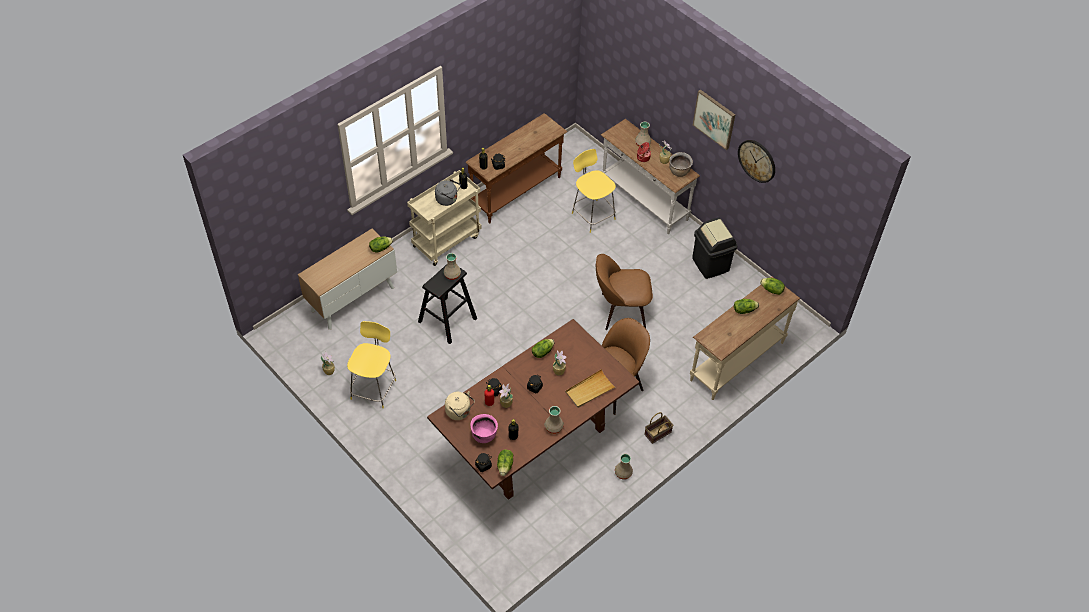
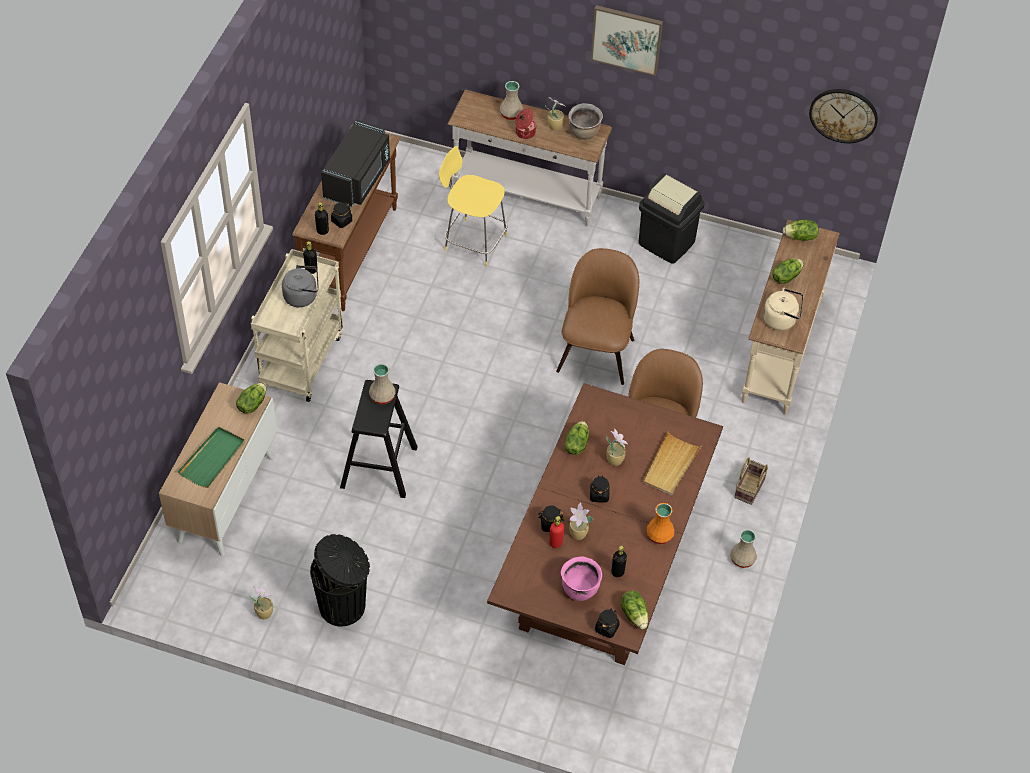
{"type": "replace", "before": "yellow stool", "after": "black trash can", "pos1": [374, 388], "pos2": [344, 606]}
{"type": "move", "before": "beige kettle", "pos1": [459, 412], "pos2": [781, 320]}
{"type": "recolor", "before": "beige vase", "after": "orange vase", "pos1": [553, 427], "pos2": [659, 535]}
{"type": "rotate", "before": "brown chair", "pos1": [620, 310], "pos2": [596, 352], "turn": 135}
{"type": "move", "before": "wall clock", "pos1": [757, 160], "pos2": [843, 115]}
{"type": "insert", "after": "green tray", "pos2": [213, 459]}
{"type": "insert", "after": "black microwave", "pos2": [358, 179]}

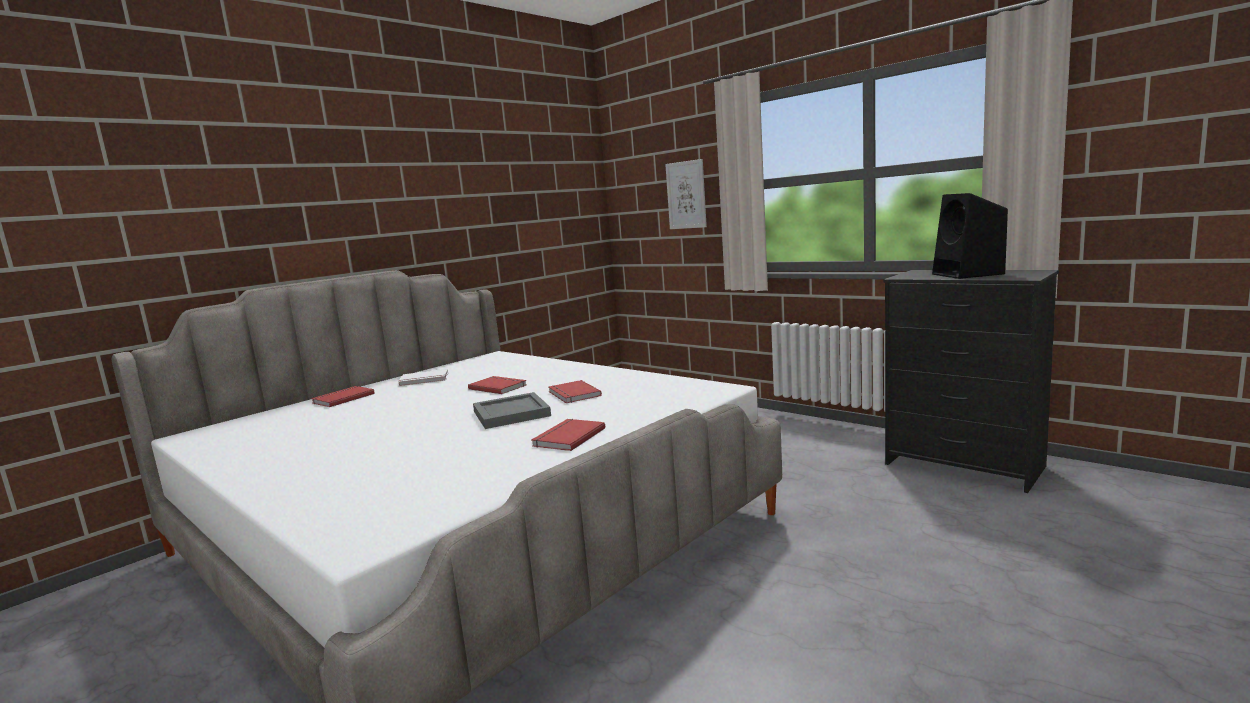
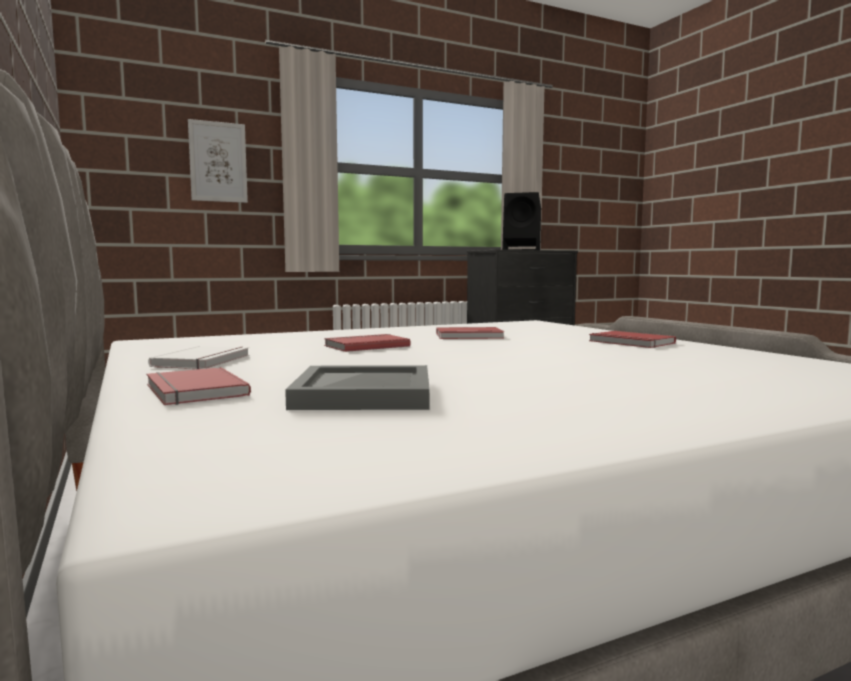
{"type": "move", "before": "grey tray", "pos1": [510, 414], "pos2": [366, 395]}

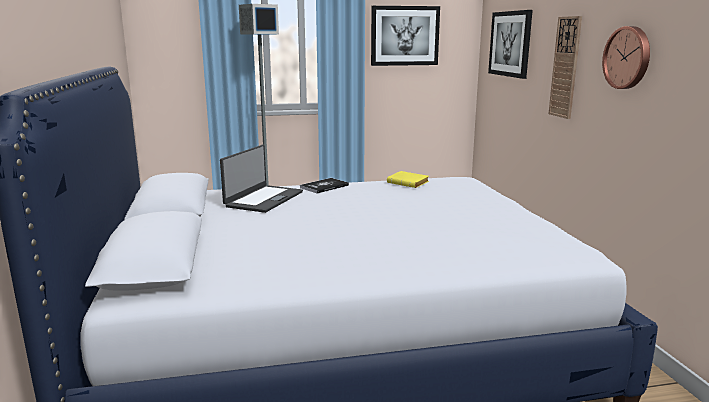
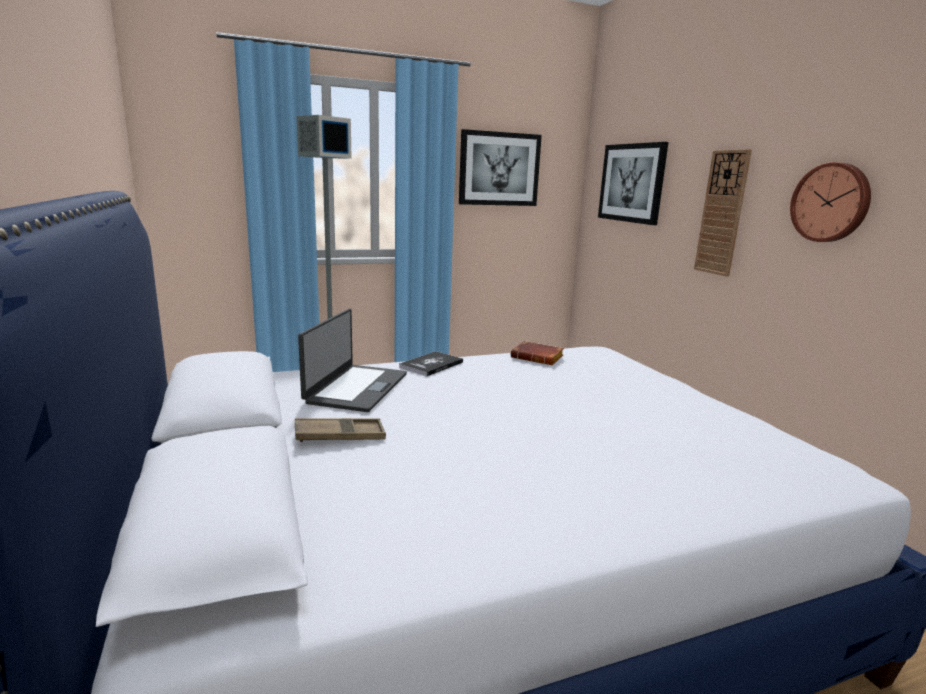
{"type": "recolor", "before": "yellow book", "after": "brown book", "pos1": [409, 183], "pos2": [538, 358]}
{"type": "insert", "after": "brown tray", "pos2": [340, 436]}

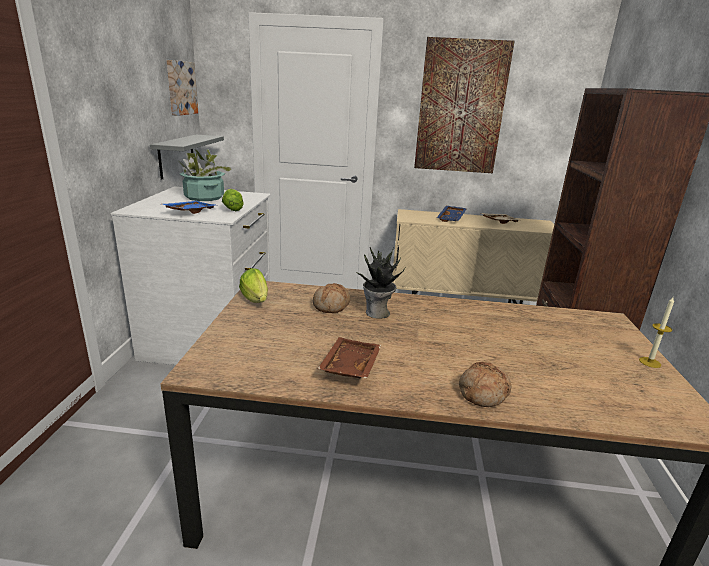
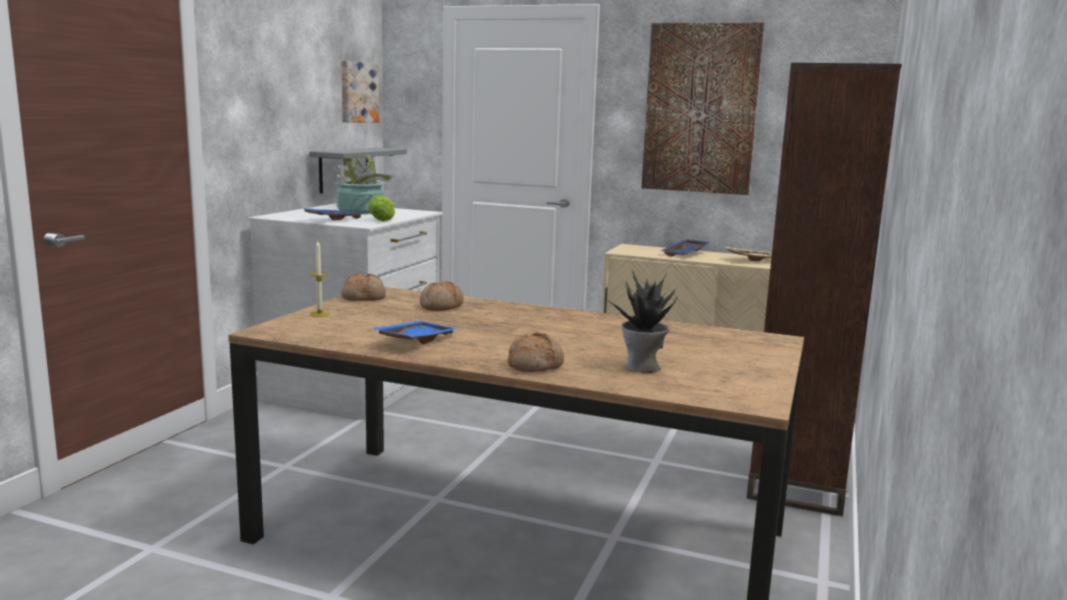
{"type": "replace", "before": "lettuce", "after": "bread", "pos1": [256, 299], "pos2": [364, 297]}
{"type": "recolor", "before": "brown tray", "after": "blue tray", "pos1": [349, 366], "pos2": [415, 340]}
{"type": "move", "before": "potted plant", "pos1": [377, 313], "pos2": [642, 368]}
{"type": "move", "before": "candle", "pos1": [650, 362], "pos2": [319, 314]}

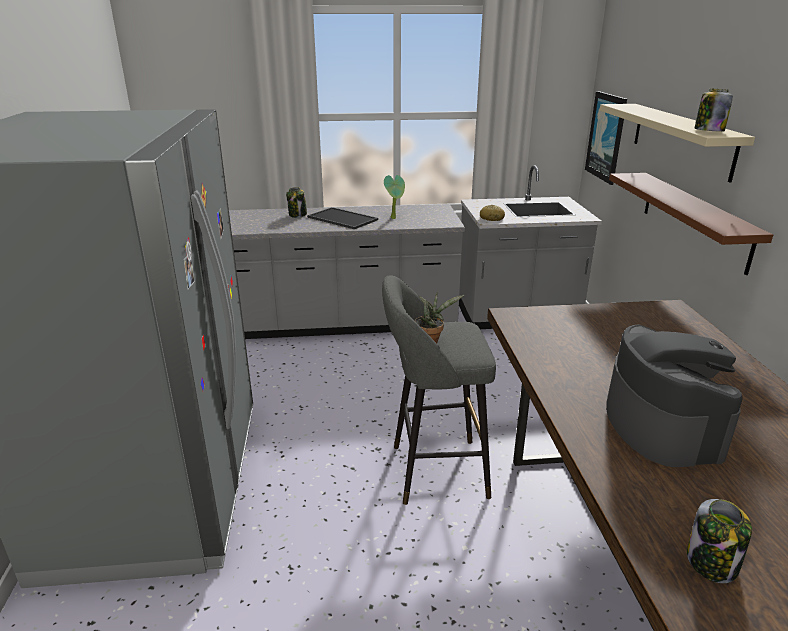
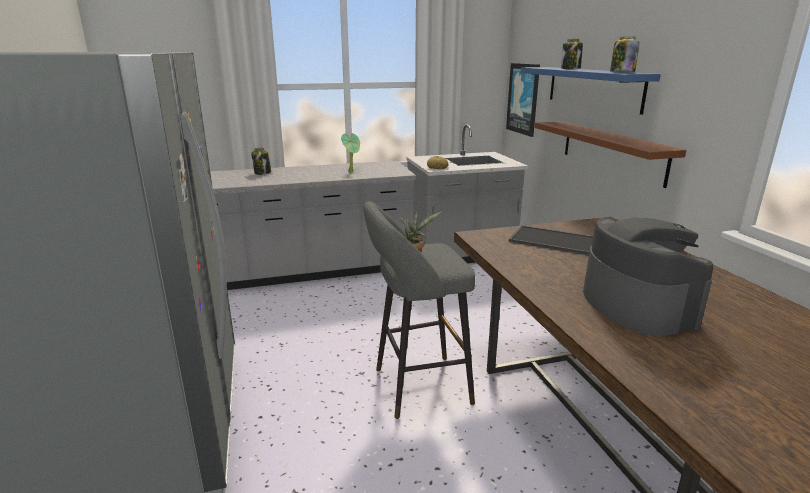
{"type": "move", "before": "tray", "pos1": [341, 218], "pos2": [553, 241]}
{"type": "recolor", "before": "beige shelf", "after": "blue shelf", "pos1": [681, 139], "pos2": [593, 88]}
{"type": "move", "before": "jar", "pos1": [712, 563], "pos2": [570, 69]}

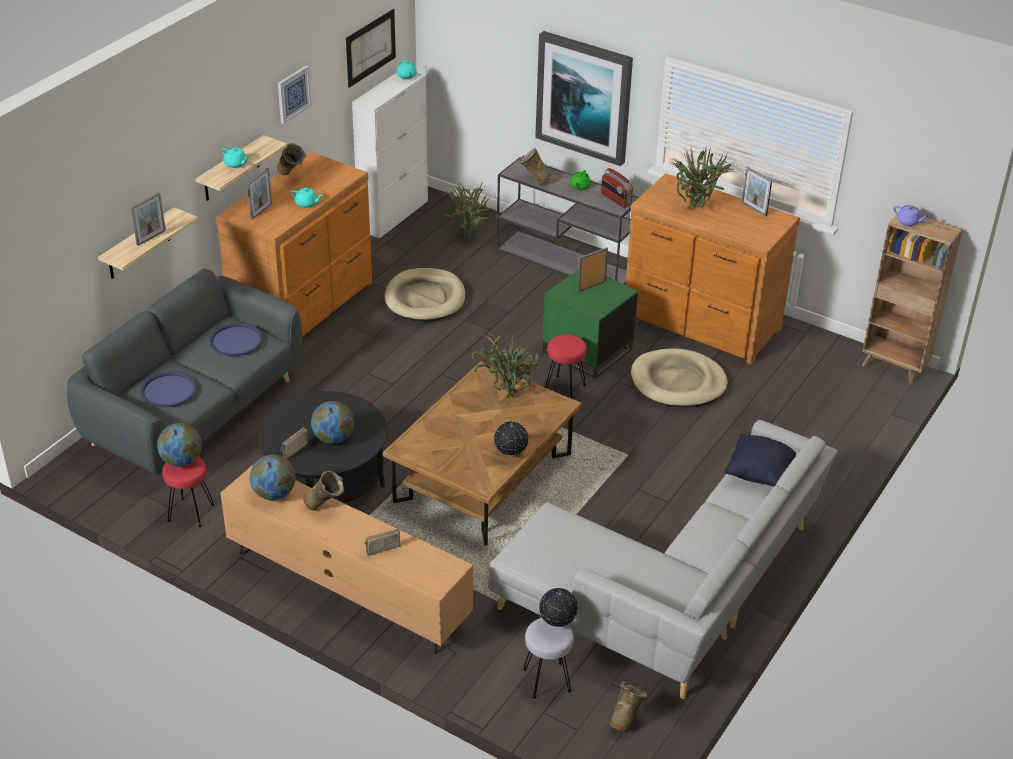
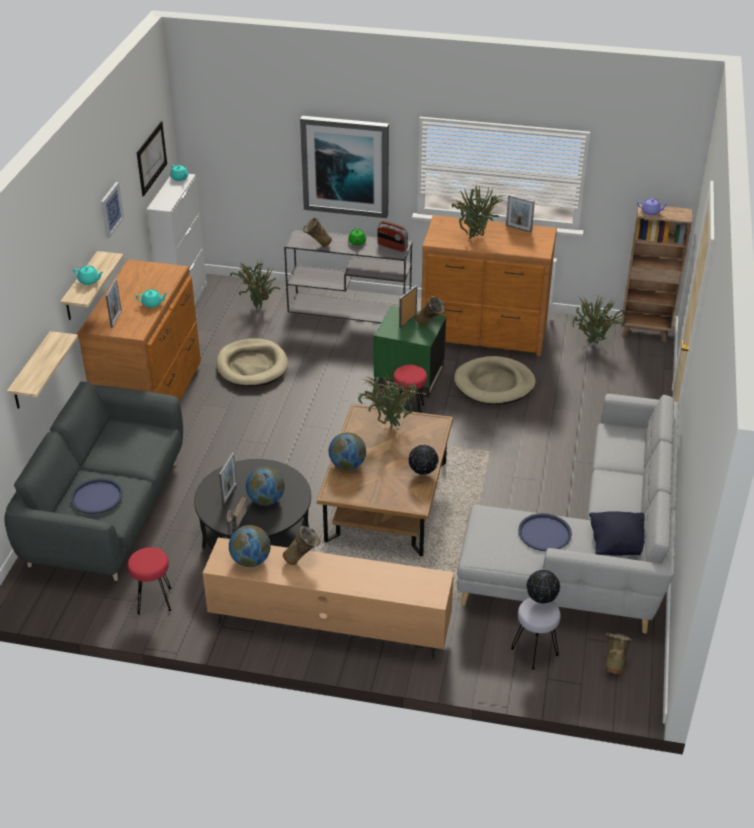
{"type": "move", "before": "picture frame", "pos1": [151, 237], "pos2": [229, 494]}
{"type": "move", "before": "globe", "pos1": [181, 461], "pos2": [347, 465]}
{"type": "move", "before": "blue tray", "pos1": [236, 340], "pos2": [544, 533]}
{"type": "move", "before": "beige vase", "pos1": [291, 177], "pos2": [430, 325]}
{"type": "delete", "before": "radio", "pos1": [380, 547]}
{"type": "move", "before": "black pillow", "pos1": [759, 473], "pos2": [618, 545]}
{"type": "insert", "after": "potted plant", "pos2": [593, 345]}

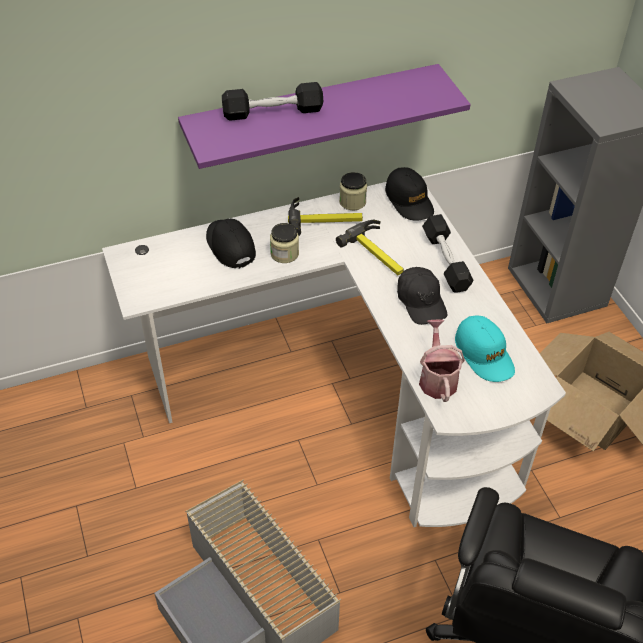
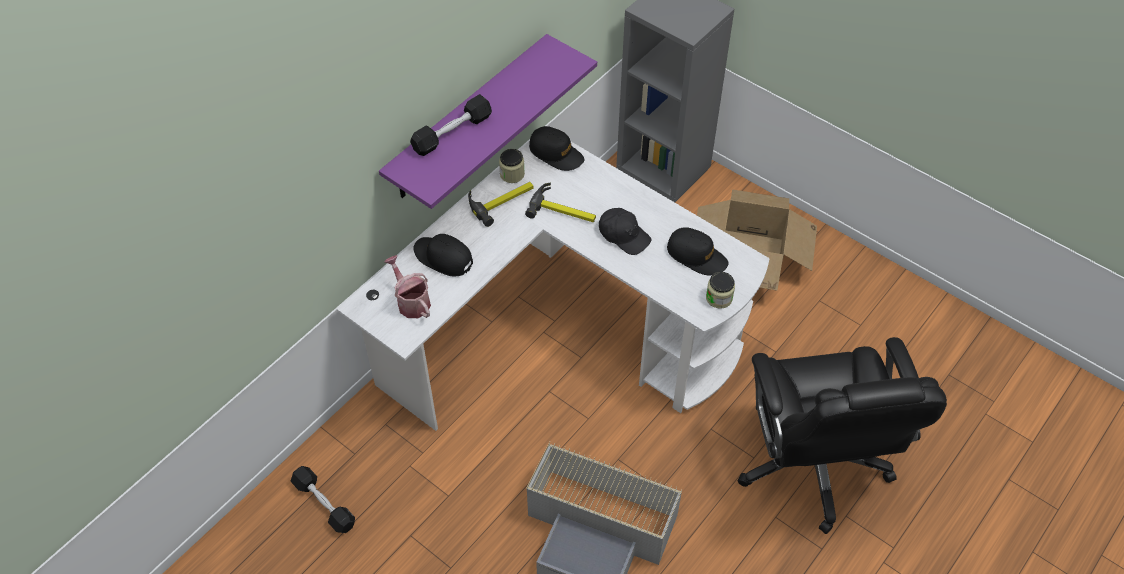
{"type": "move", "before": "jar", "pos1": [284, 253], "pos2": [719, 298]}
{"type": "move", "before": "watering can", "pos1": [437, 378], "pos2": [411, 301]}
{"type": "move", "before": "black dumbbell", "pos1": [446, 261], "pos2": [324, 504]}
{"type": "recolor", "before": "turquoise cap", "after": "black cap", "pos1": [484, 354], "pos2": [697, 256]}

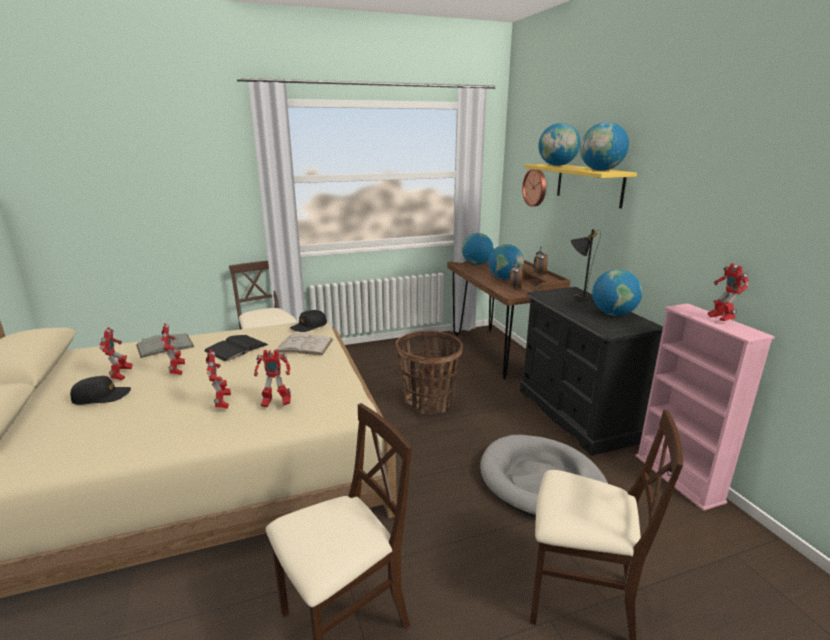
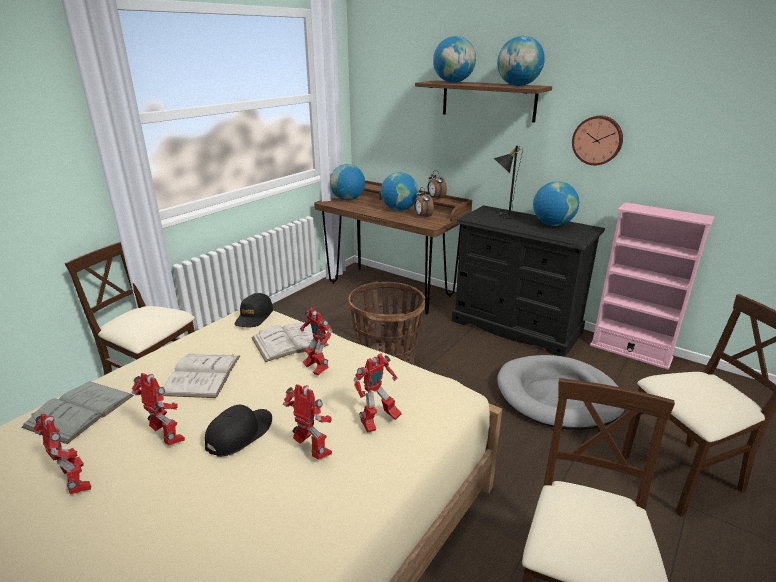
{"type": "move", "before": "black cap", "pos1": [101, 397], "pos2": [239, 434]}
{"type": "recolor", "before": "black book", "after": "white book", "pos1": [236, 348], "pos2": [202, 375]}
{"type": "move", "before": "wall clock", "pos1": [535, 187], "pos2": [597, 140]}
{"type": "recolor", "before": "yellow shelf", "after": "brown shelf", "pos1": [589, 184], "pos2": [488, 100]}
{"type": "move", "before": "toy robot", "pos1": [720, 319], "pos2": [316, 368]}

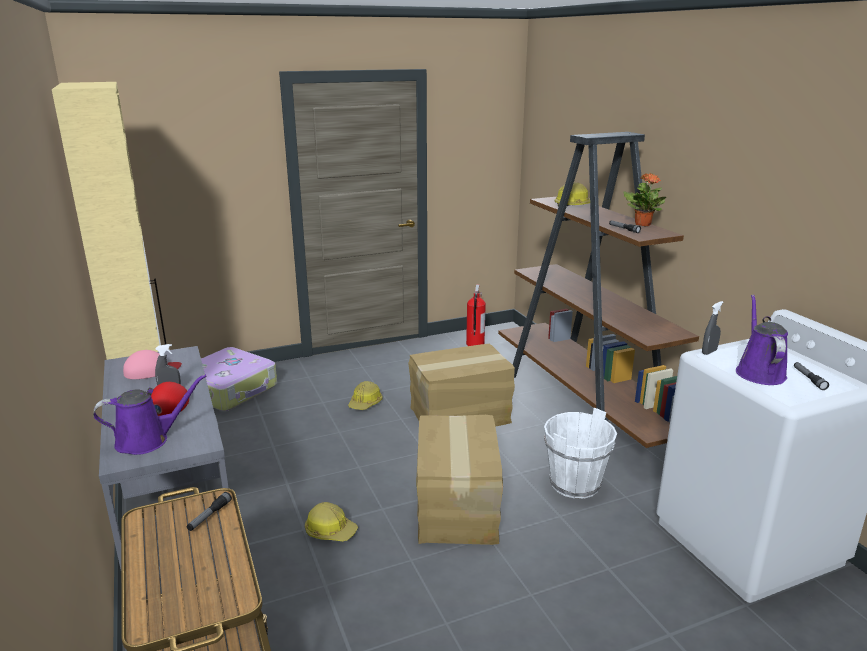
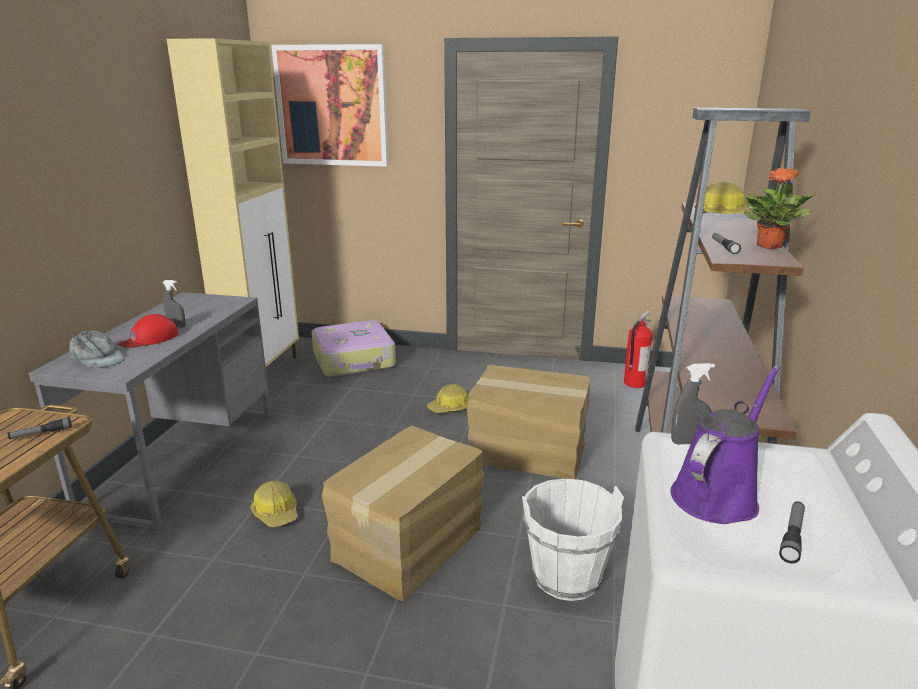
{"type": "replace", "before": "purple watering can", "after": "grey cap", "pos1": [148, 440], "pos2": [97, 358]}
{"type": "delete", "before": "pink cap", "pos1": [151, 370]}
{"type": "insert", "after": "picture", "pos2": [332, 106]}

